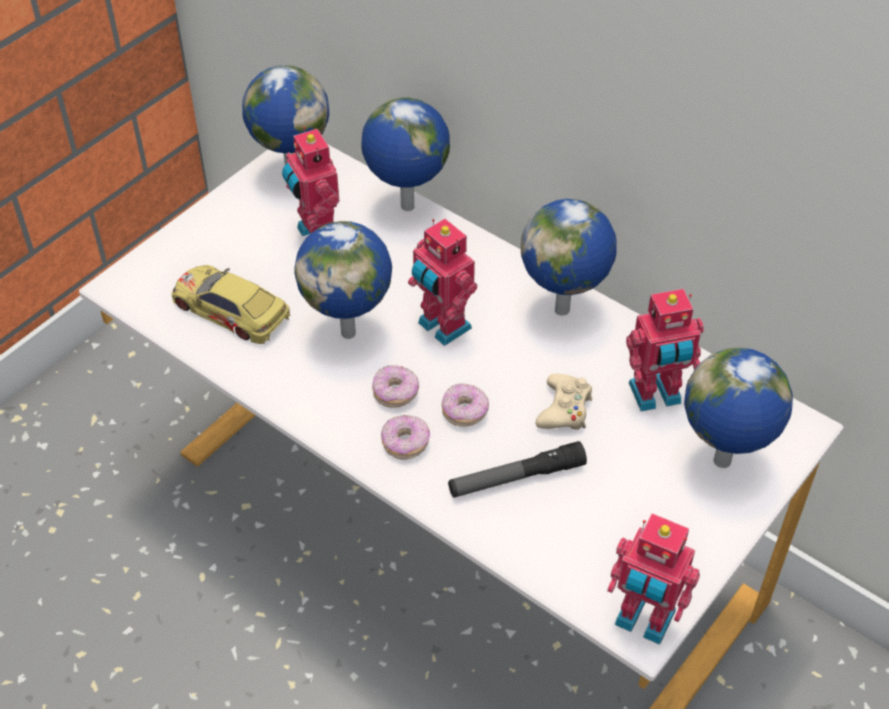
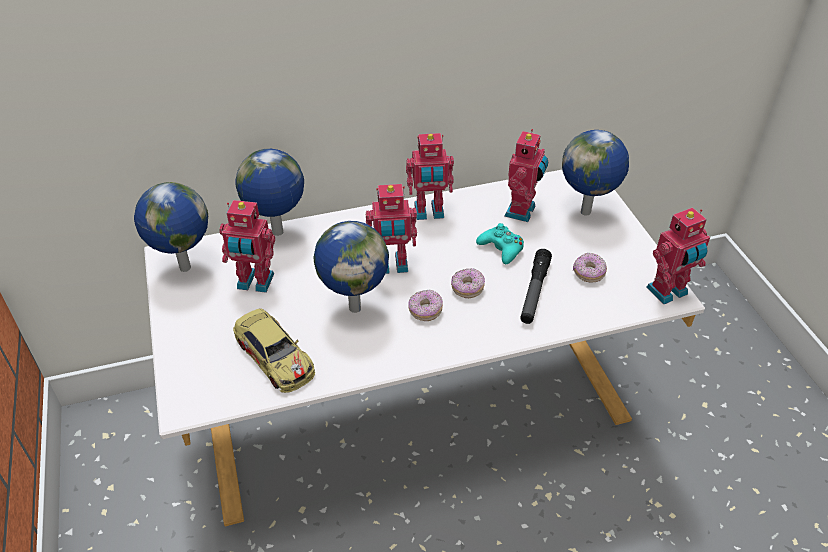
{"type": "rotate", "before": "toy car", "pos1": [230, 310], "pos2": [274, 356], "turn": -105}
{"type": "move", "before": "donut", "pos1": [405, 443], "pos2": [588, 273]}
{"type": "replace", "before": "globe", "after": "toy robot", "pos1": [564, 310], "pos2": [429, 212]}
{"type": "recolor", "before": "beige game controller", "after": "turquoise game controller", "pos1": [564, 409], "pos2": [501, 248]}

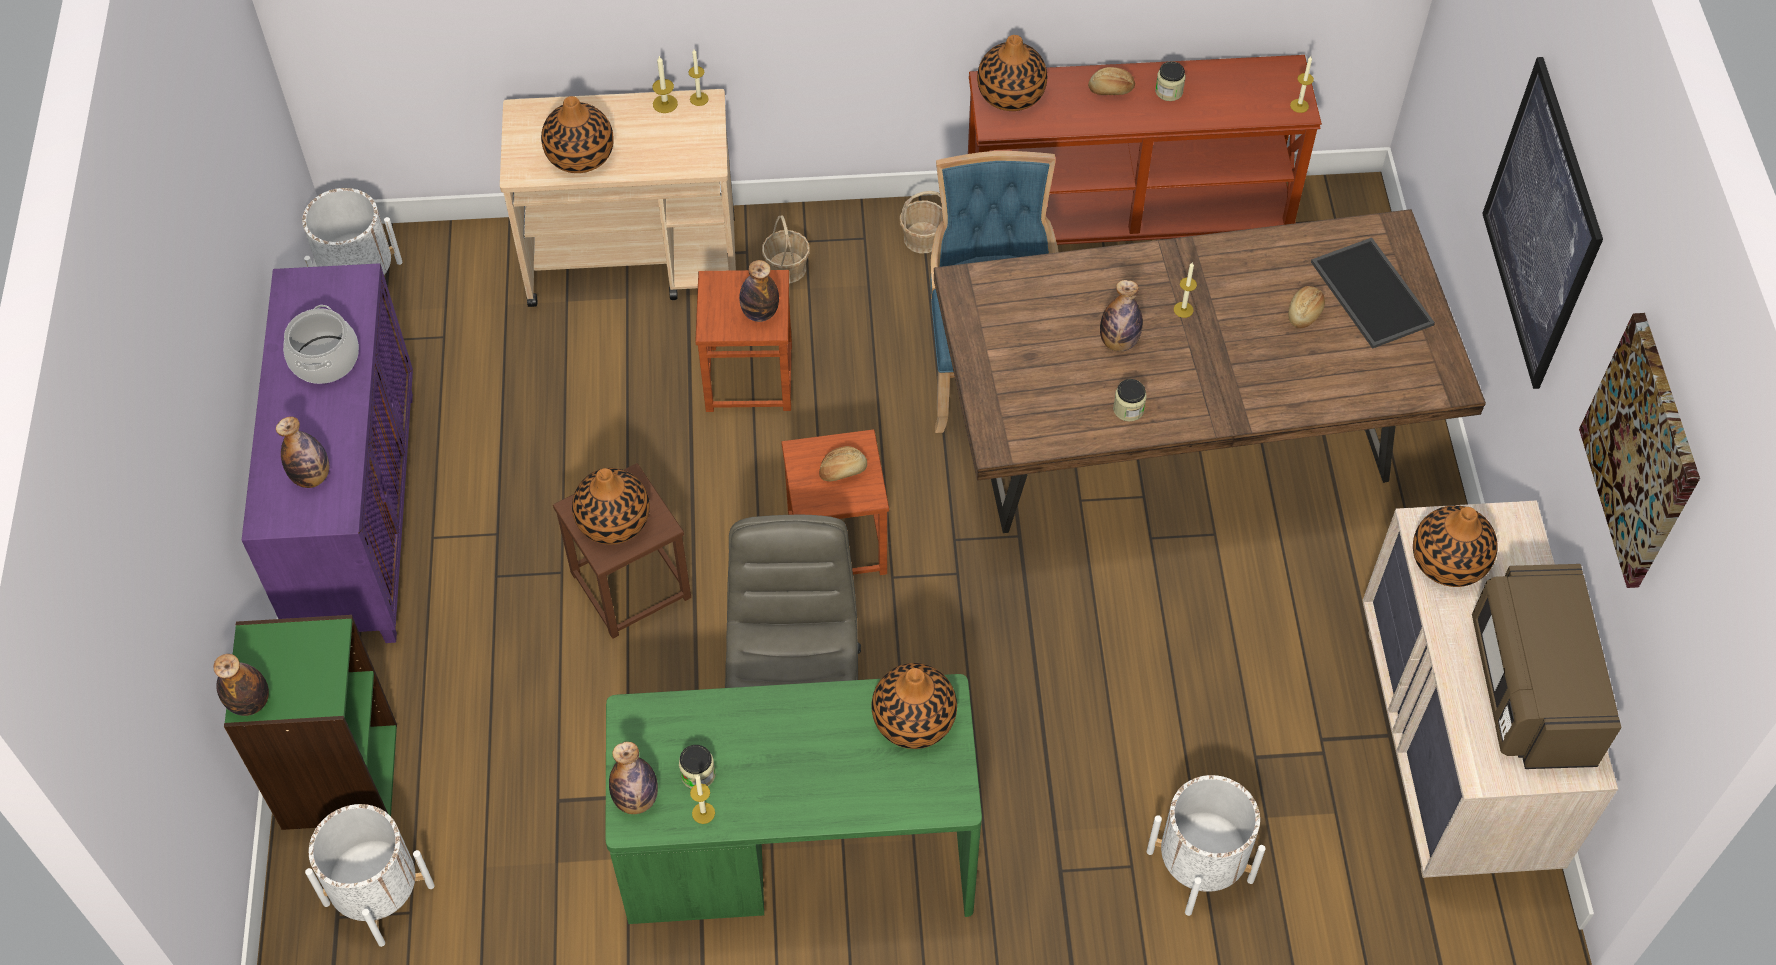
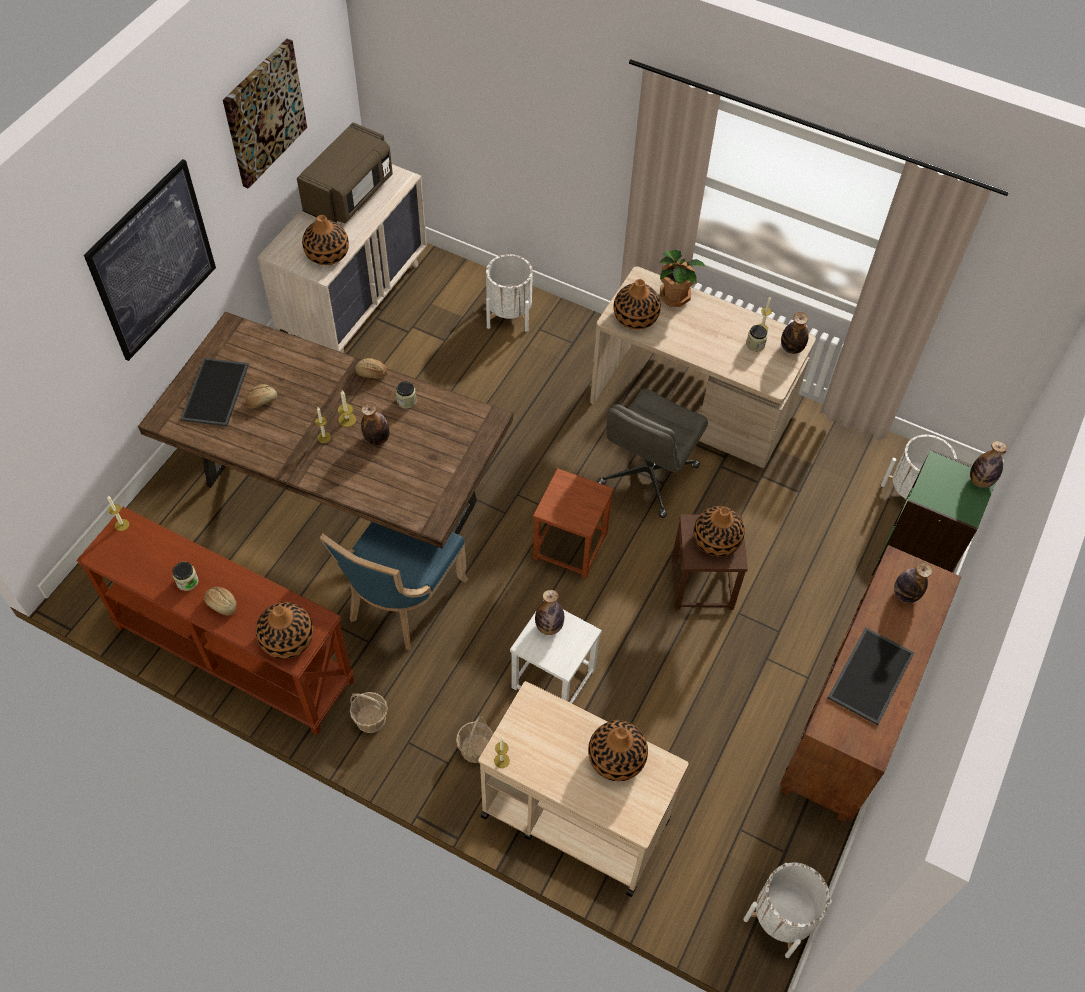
{"type": "recolor", "before": "purple cabinet", "after": "brown cabinet", "pos1": [357, 515], "pos2": [850, 719]}
{"type": "replace", "before": "cooking pot", "after": "tray", "pos1": [325, 360], "pos2": [869, 674]}
{"type": "recolor", "before": "green desk", "after": "beige desk", "pos1": [799, 856], "pos2": [690, 408]}
{"type": "move", "before": "candle", "pos1": [665, 104], "pos2": [347, 419]}
{"type": "recolor", "before": "brown stool", "after": "white stool", "pos1": [749, 377], "pos2": [552, 679]}
{"type": "move", "before": "bread", "pos1": [842, 470], "pos2": [371, 374]}
{"type": "insert", "after": "potted plant", "pos2": [675, 296]}

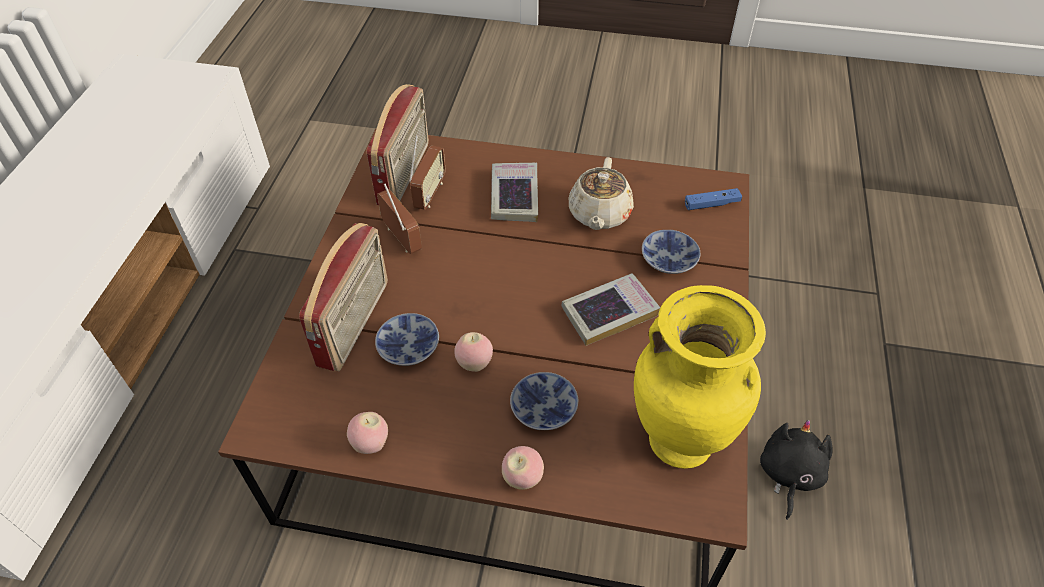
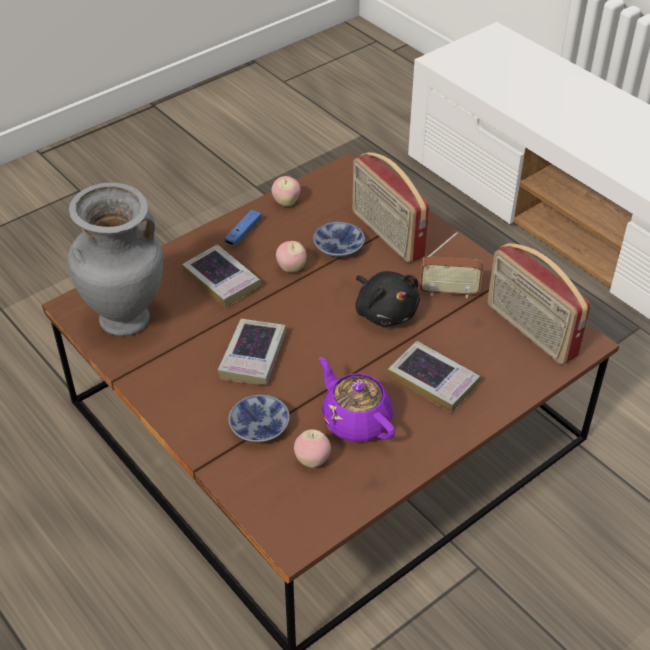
{"type": "delete", "before": "radio", "pos1": [429, 194]}
{"type": "move", "before": "apple", "pos1": [522, 478], "pos2": [312, 460]}
{"type": "replace", "before": "bowl", "after": "book", "pos1": [546, 407], "pos2": [222, 280]}
{"type": "recolor", "before": "beige teapot", "after": "purple teapot", "pos1": [599, 214], "pos2": [355, 420]}
{"type": "recolor", "before": "yellow vase", "after": "grey vase", "pos1": [679, 440], "pos2": [126, 322]}
{"type": "move", "before": "blue game controller", "pos1": [711, 204], "pos2": [243, 233]}
{"type": "move", "before": "black plush toy", "pos1": [789, 474], "pos2": [385, 311]}

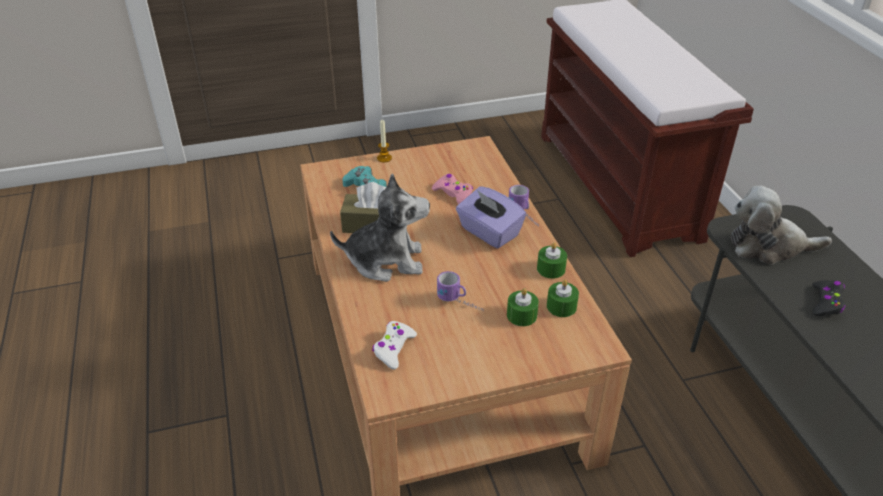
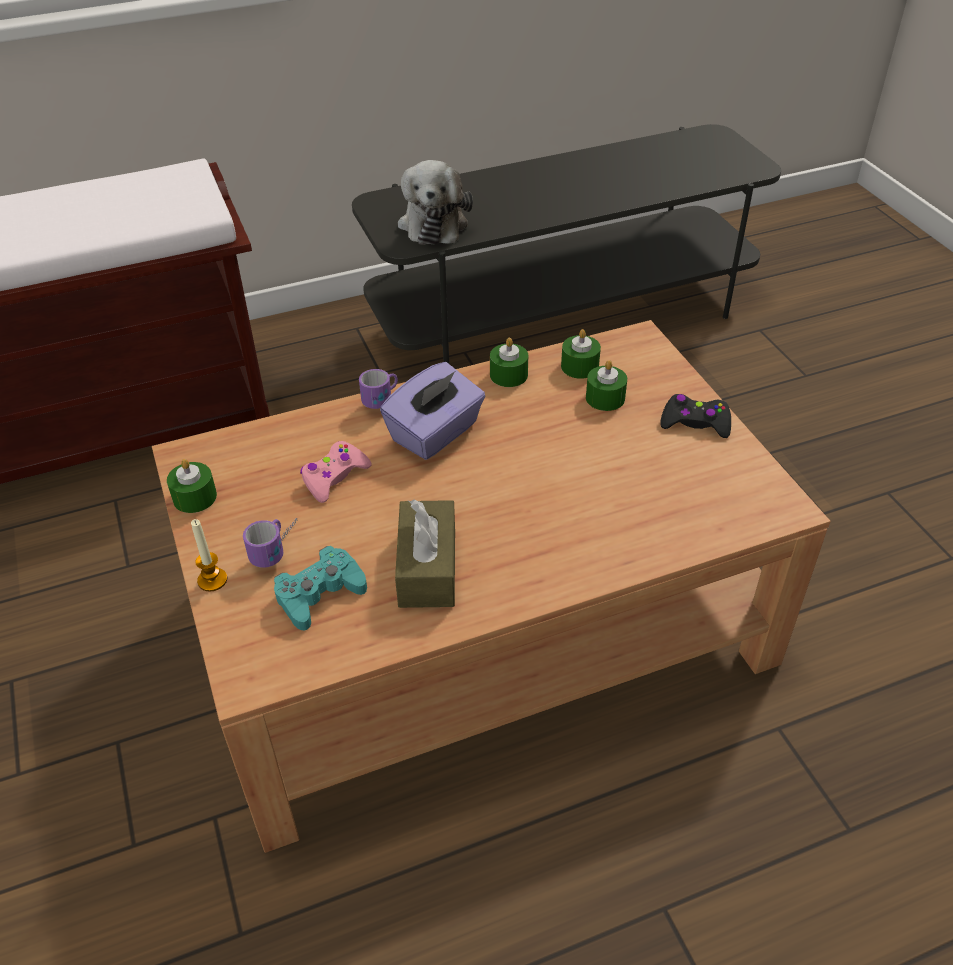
{"type": "delete", "before": "plush toy", "pos1": [386, 261]}
{"type": "delete", "before": "white game controller", "pos1": [393, 349]}
{"type": "move", "before": "mug", "pos1": [460, 304], "pos2": [279, 547]}
{"type": "move", "before": "black game controller", "pos1": [826, 302], "pos2": [695, 423]}
{"type": "insert", "after": "green candle", "pos2": [195, 497]}

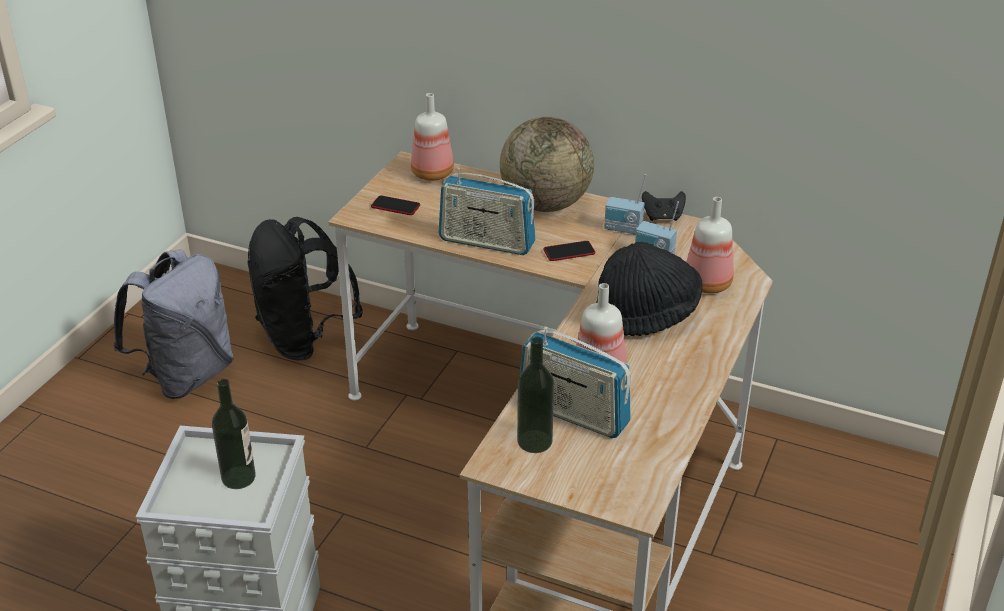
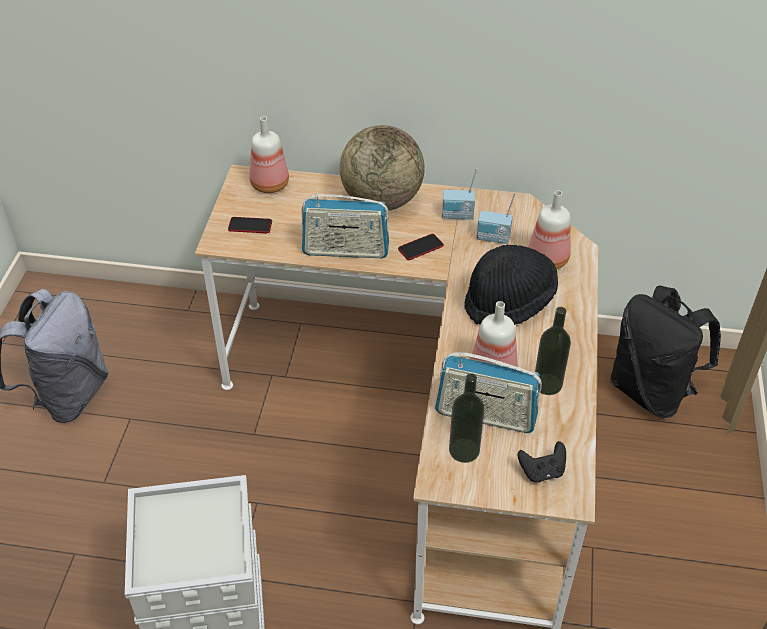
{"type": "move", "before": "bottle", "pos1": [238, 477], "pos2": [547, 384]}
{"type": "move", "before": "black backpack", "pos1": [304, 339], "pos2": [651, 391]}
{"type": "move", "before": "black game controller", "pos1": [663, 217], "pos2": [542, 471]}

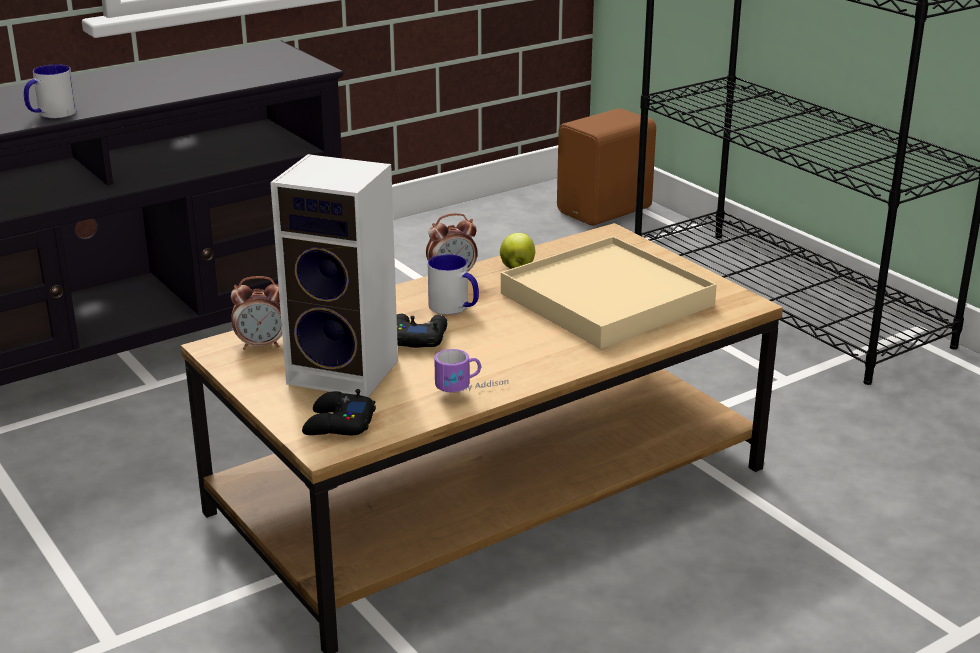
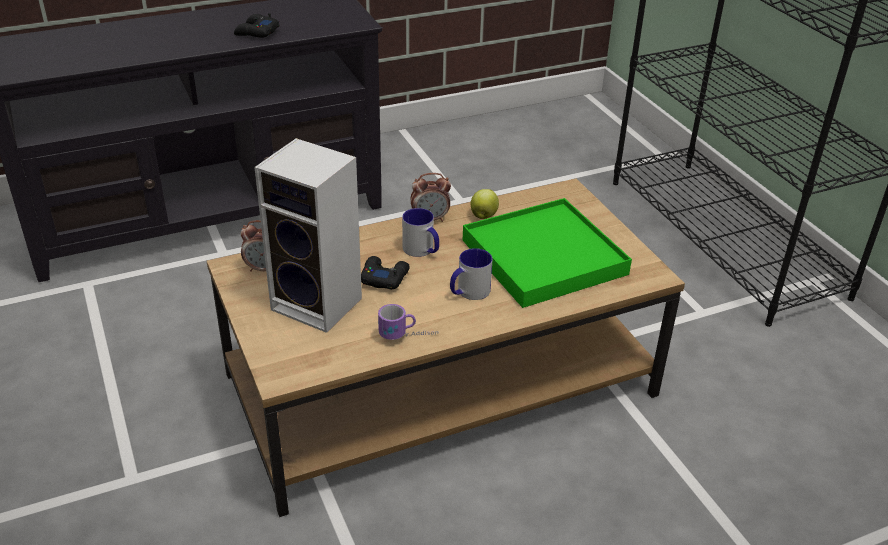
{"type": "move", "before": "mug", "pos1": [51, 114], "pos2": [468, 292]}
{"type": "move", "before": "black game controller", "pos1": [338, 424], "pos2": [256, 32]}
{"type": "recolor", "before": "beige tray", "after": "green tray", "pos1": [606, 300], "pos2": [543, 257]}
{"type": "delete", "before": "brown speaker", "pos1": [607, 211]}

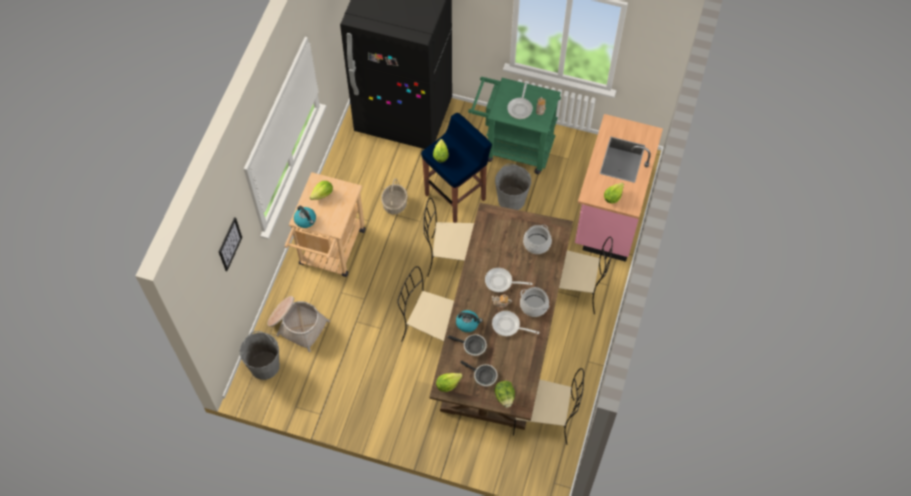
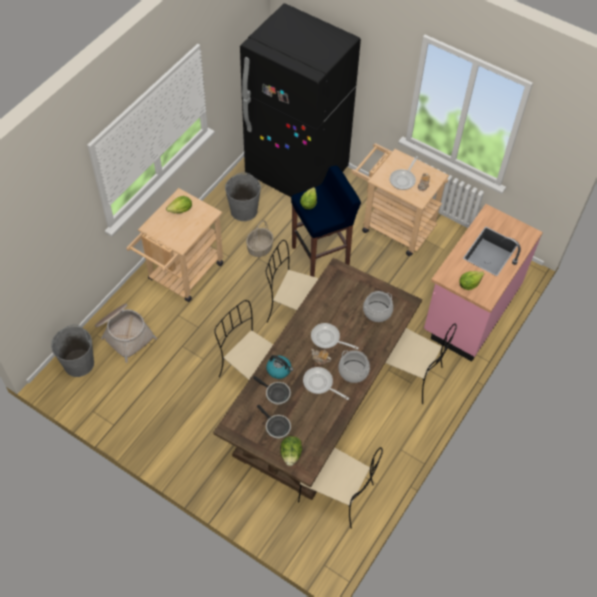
{"type": "delete", "before": "picture", "pos1": [229, 244]}
{"type": "delete", "before": "kettle", "pos1": [305, 220]}
{"type": "delete", "before": "lettuce", "pos1": [447, 384]}
{"type": "recolor", "before": "green cart", "after": "beige cart", "pos1": [513, 147], "pos2": [392, 225]}
{"type": "move", "before": "grey bucket", "pos1": [511, 199], "pos2": [244, 210]}

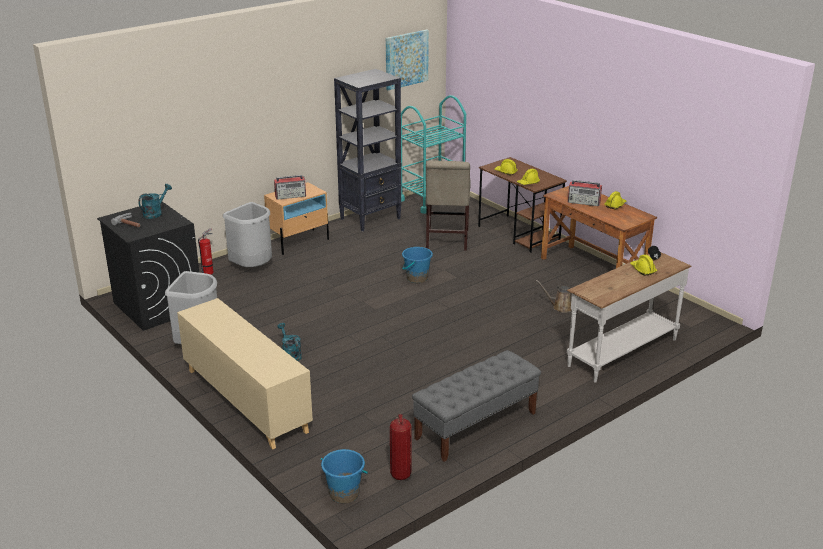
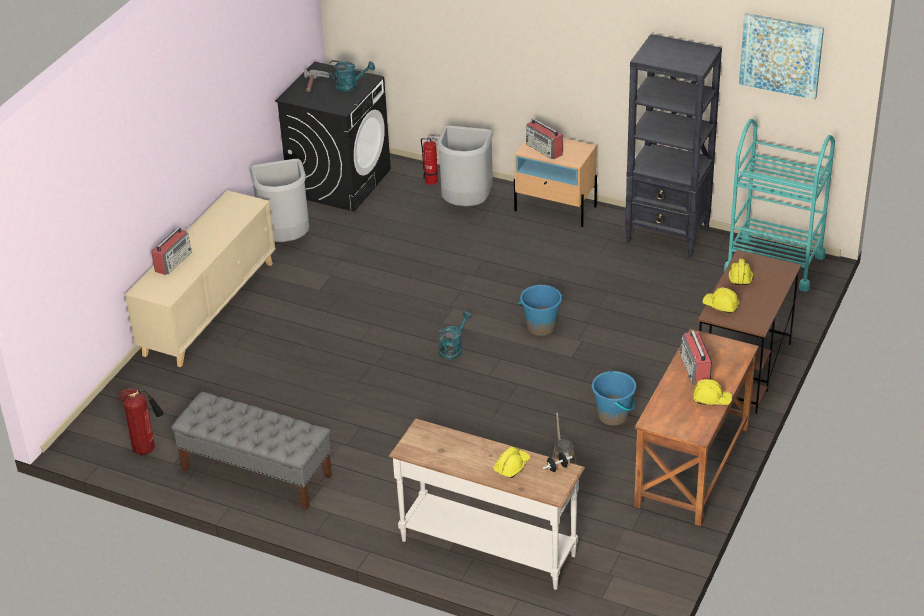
{"type": "move", "before": "turquoise watering can", "pos1": [290, 355], "pos2": [453, 349]}
{"type": "move", "before": "blue bucket", "pos1": [344, 493], "pos2": [613, 416]}
{"type": "delete", "before": "beige chair", "pos1": [446, 241]}
{"type": "insert", "after": "radio", "pos2": [173, 261]}

